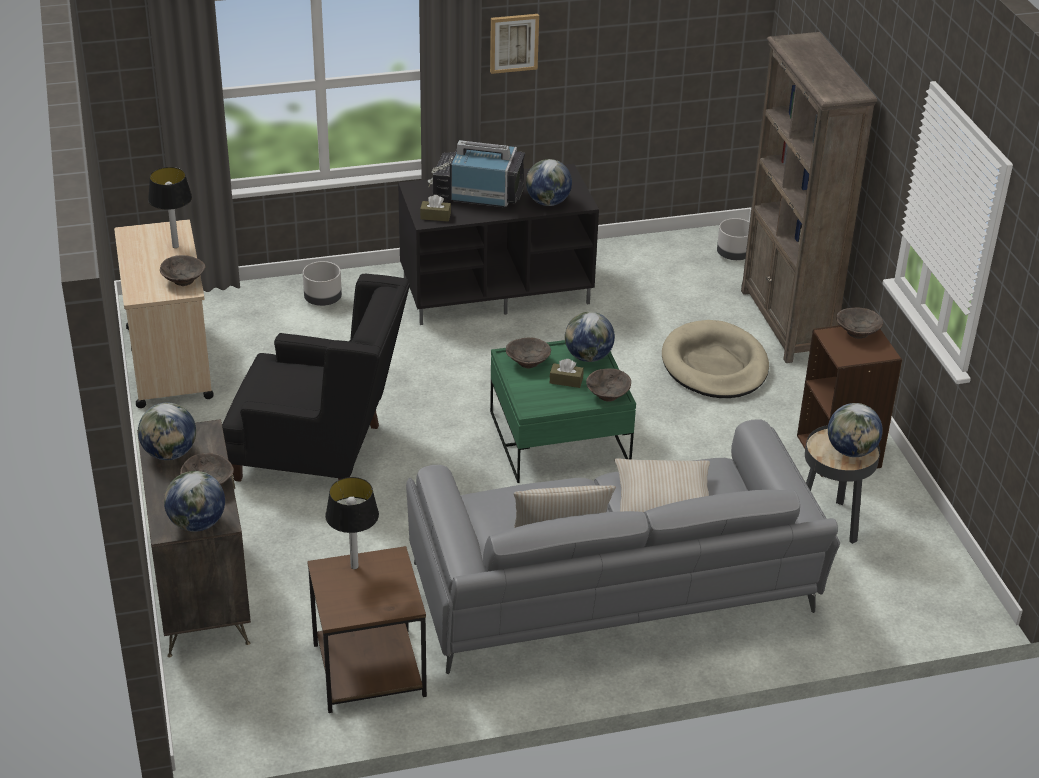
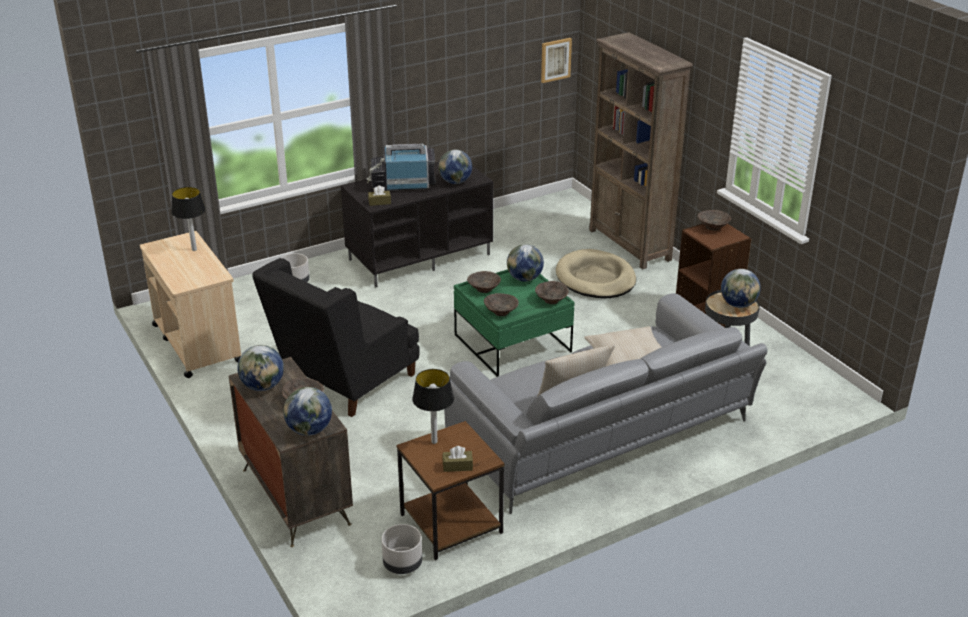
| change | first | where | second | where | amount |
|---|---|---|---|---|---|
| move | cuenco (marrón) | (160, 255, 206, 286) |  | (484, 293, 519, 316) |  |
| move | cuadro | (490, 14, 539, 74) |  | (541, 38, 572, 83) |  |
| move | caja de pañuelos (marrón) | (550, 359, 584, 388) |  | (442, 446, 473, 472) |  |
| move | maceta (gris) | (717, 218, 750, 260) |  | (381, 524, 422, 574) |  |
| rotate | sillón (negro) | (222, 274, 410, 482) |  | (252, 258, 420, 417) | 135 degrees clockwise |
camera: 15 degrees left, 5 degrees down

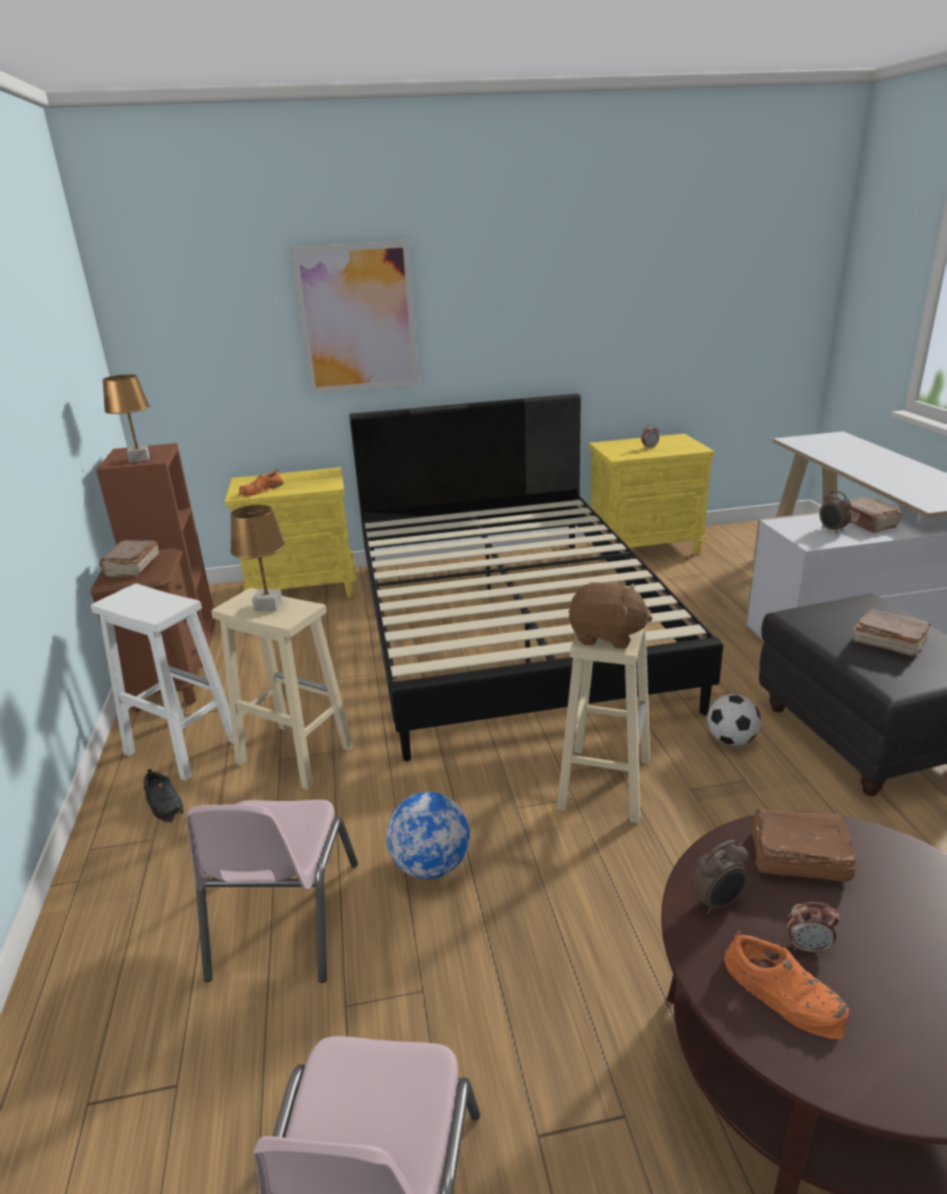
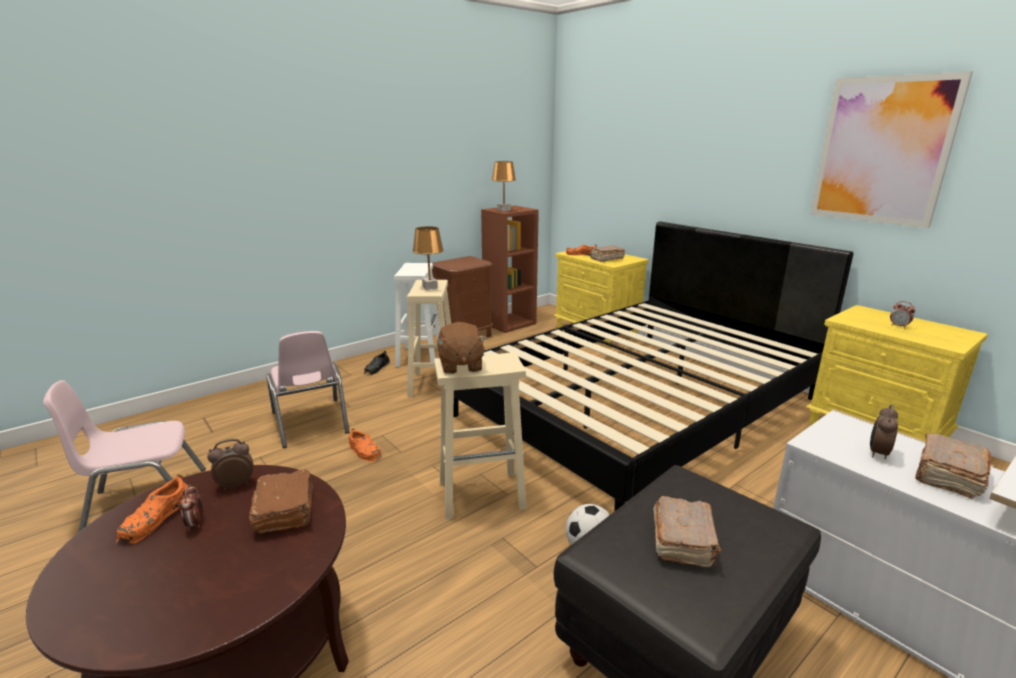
| change | first | where | second | where | amount |
|---|---|---|---|---|---|
| move | libro (marrón) | (99, 540, 159, 578) |  | (590, 245, 625, 262) |  |
| move | cuadro | (291, 240, 419, 394) |  | (810, 71, 973, 228) |  |
| replace | globo terráqueo | (386, 792, 470, 879) | zapato (naranja) | (348, 428, 381, 462) |  |
| rotate | silla (rosa) | (186, 800, 358, 983) |  | (266, 331, 349, 448) | 90 degrees counterclockwise |
| rotate | despertador | (691, 840, 748, 914) |  | (207, 439, 254, 490) | 120 degrees clockwise |
camera: 60 degrees right, 5 degrees down

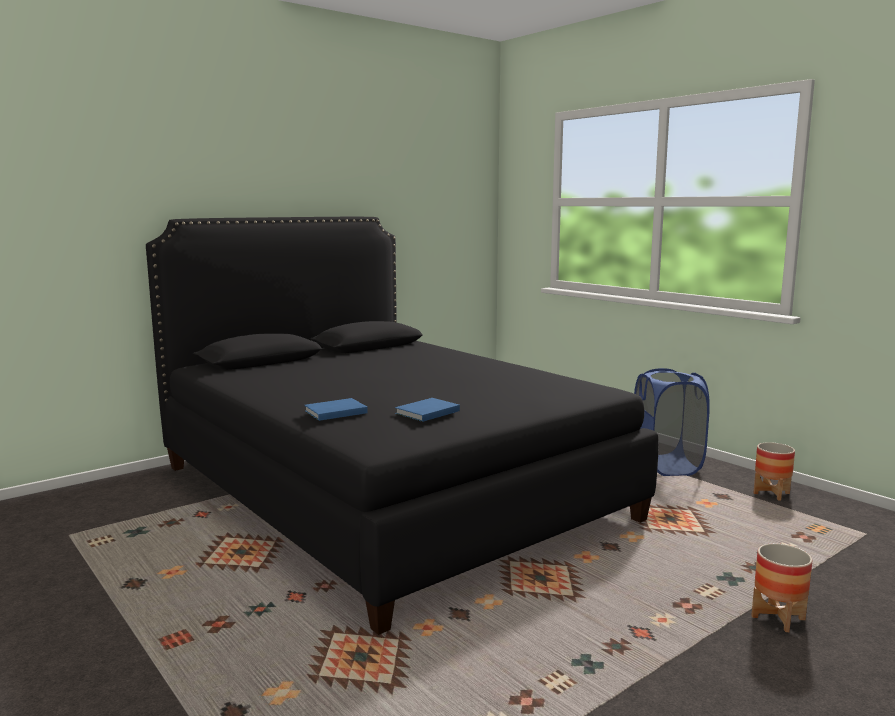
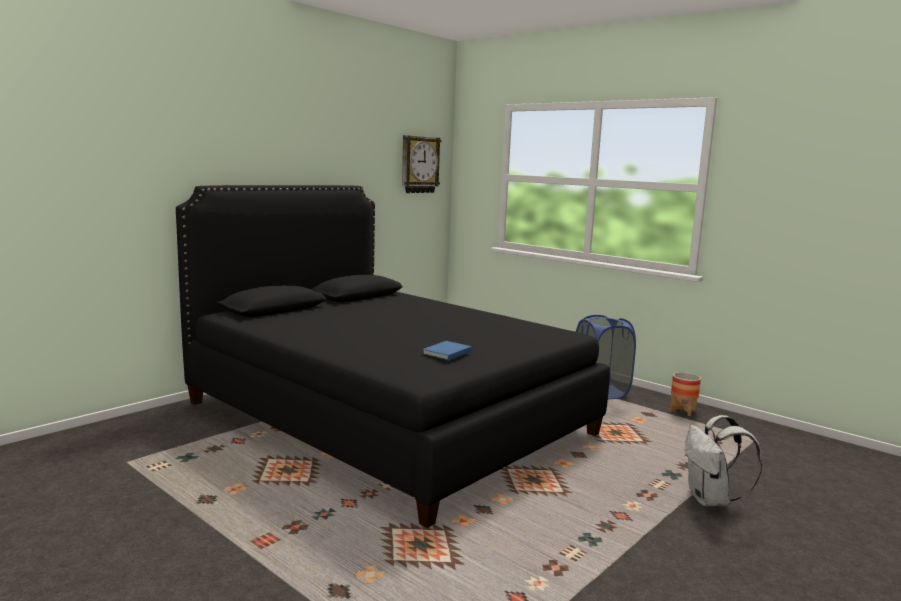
| change | first | where | second | where | amount |
|---|---|---|---|---|---|
| delete | libro (azul) | (304, 398, 368, 421) |  |  |  |
| insert |  |  | reloj de pared | (402, 135, 442, 193) |  |
| replace | maceta | (751, 544, 812, 632) | mochila (blanco) | (685, 415, 762, 506) |  |
camera: 10 degrees left, 0 degrees up

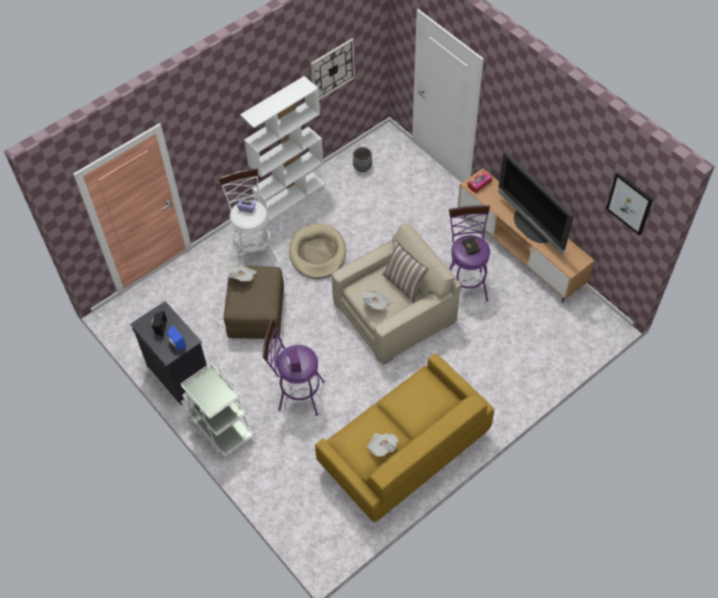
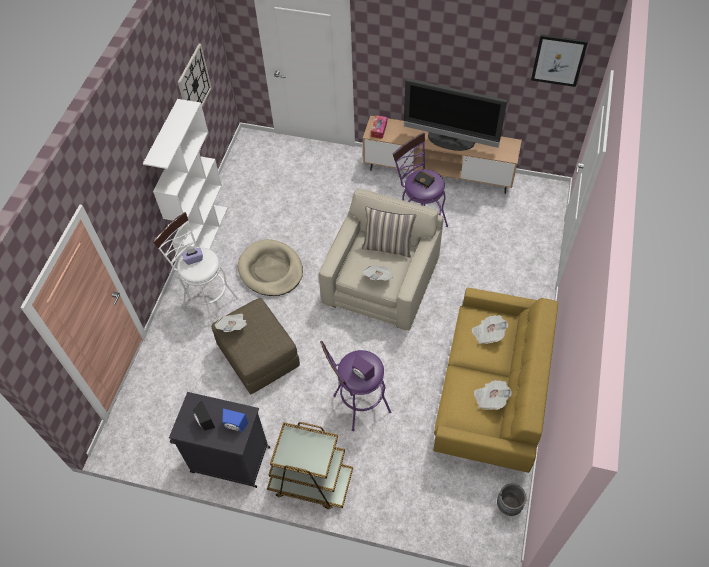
| change | first | where | second | where | amount |
|---|---|---|---|---|---|
| insert |  |  | periódico | (471, 315, 508, 344) |  |
| move | maceta (gris) | (353, 147, 372, 172) |  | (497, 483, 527, 516) |  |
| recolor | carrito (blanco) | (181, 362, 254, 457) | carrito (marrón) | (267, 422, 353, 509) |  |
camera: 35 degrees left, 0 degrees up

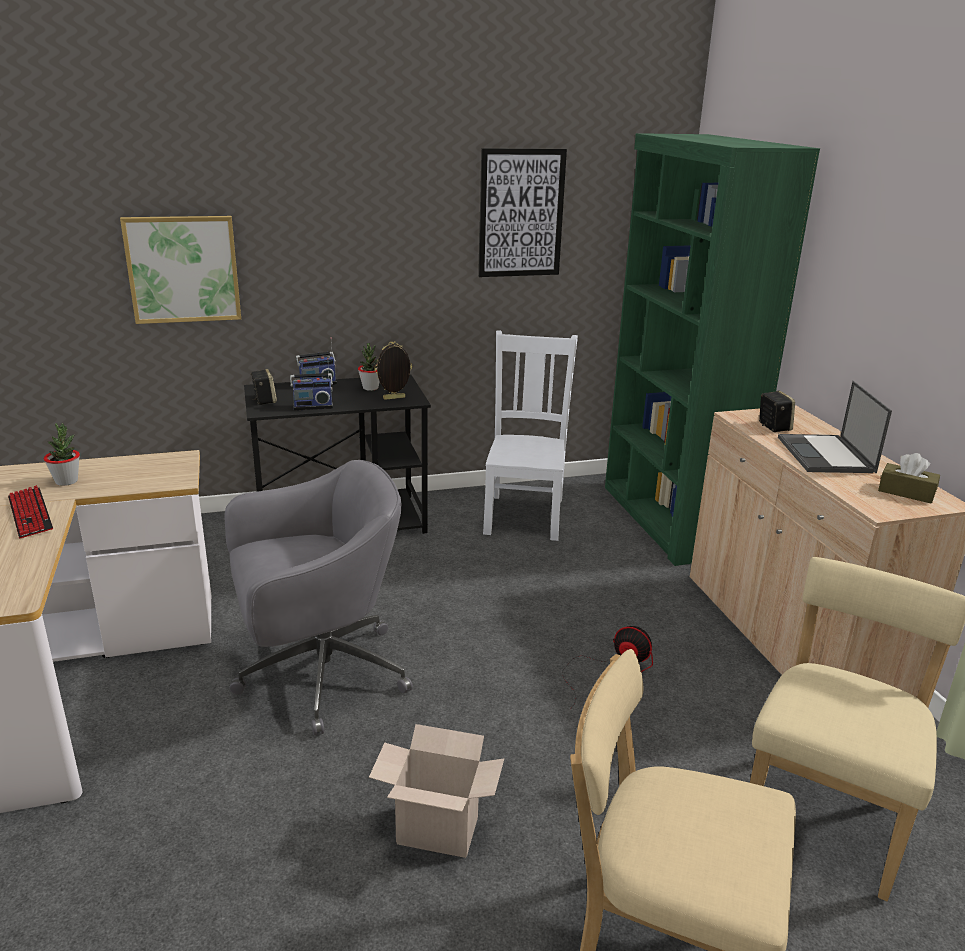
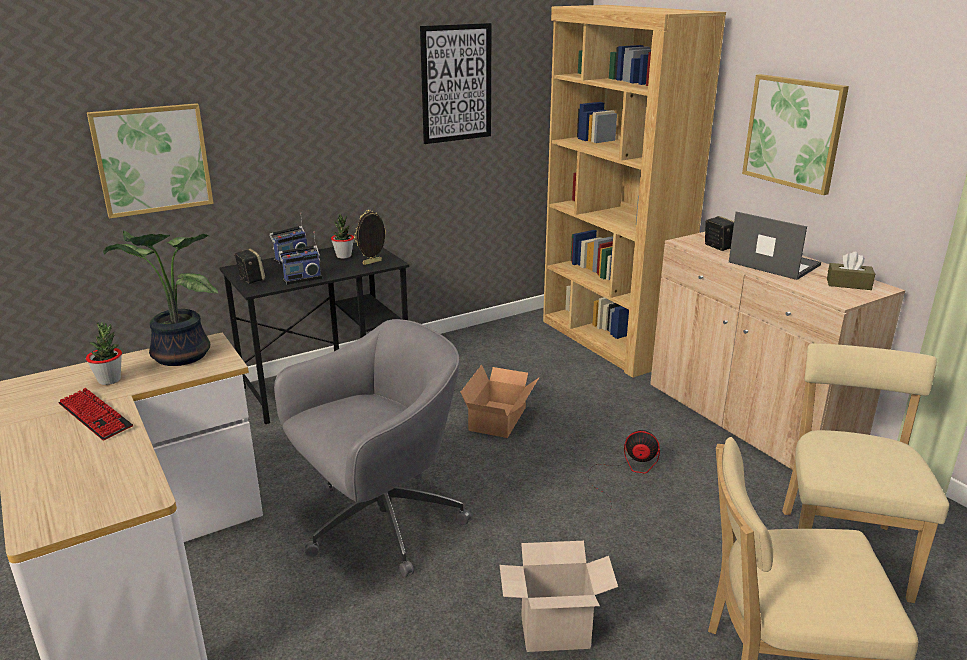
| change | first | where | second | where | amount |
|---|---|---|---|---|---|
| delete | silla (blanco) | (483, 331, 578, 541) |  |  |  |
| insert |  |  | planta en maceta | (103, 231, 218, 366) |  |
| insert |  |  | caja de cartón | (461, 365, 540, 438) |  |
| insert |  |  | cuadro | (742, 74, 849, 195) |  |
| recolor | estantería (verde) | (605, 133, 820, 566) | estantería (marrón) | (543, 5, 726, 378) |  |
| rotate | portátil | (778, 381, 892, 473) |  | (729, 211, 821, 280) | 150 degrees clockwise |
camera: 15 degrees left, 0 degrees up

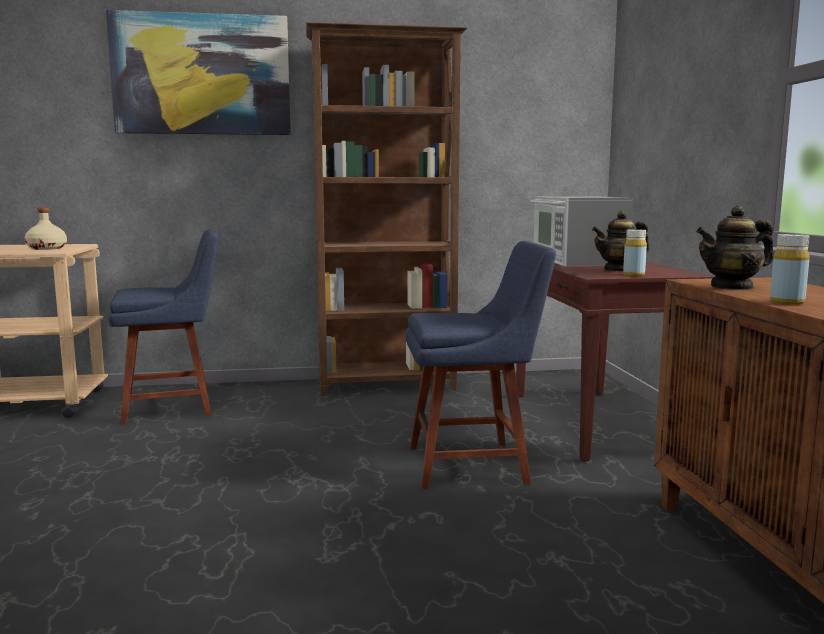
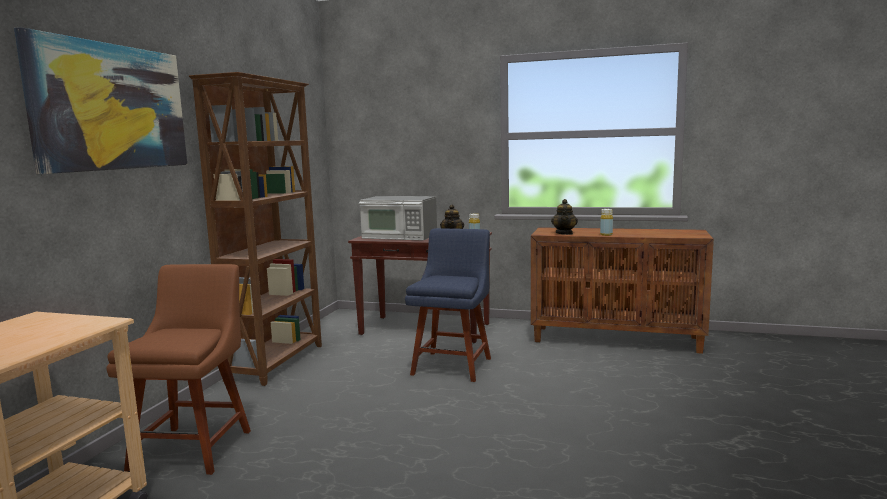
| change | first | where | second | where | amount |
|---|---|---|---|---|---|
| delete | botella (beis) | (25, 207, 67, 250) |  |  |  |
| recolor | silla (azul) | (109, 229, 219, 424) | silla (marrón) | (106, 264, 251, 475) |  |
camera: 65 degrees left, 0 degrees up

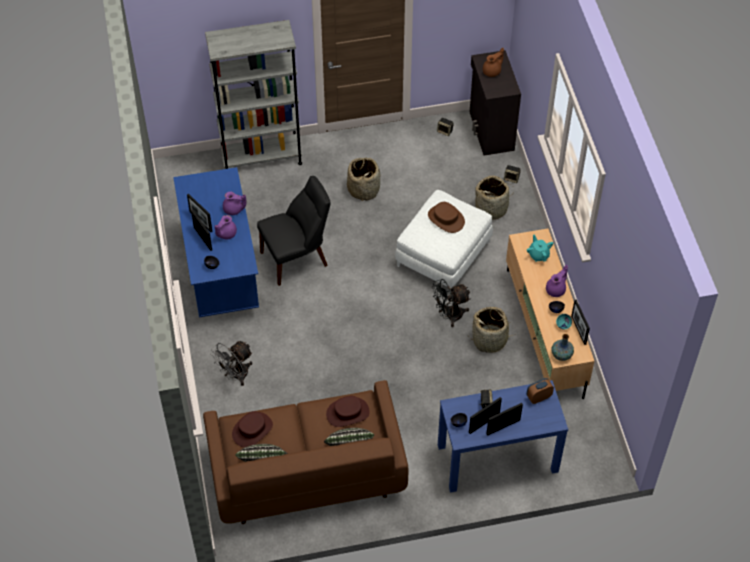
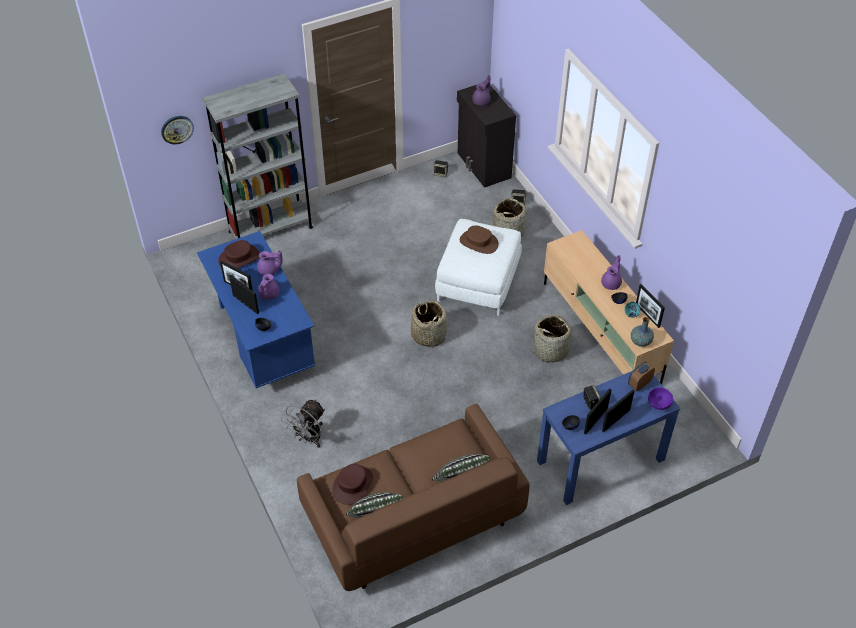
| change | first | where | second | where | amount |
|---|---|---|---|---|---|
| delete | silla (negro) | (257, 176, 331, 286) |  |  |  |
| delete | ventilador (negro) | (432, 279, 471, 327) |  |  |  |
| delete | tetera (turquesa) | (527, 234, 553, 262) |  |  |  |
| insert |  |  | reloj de pared | (161, 116, 194, 145) |  |
| insert |  |  | cuenco (morado) | (648, 387, 673, 410) |  |
| move | sombrero (marrón) | (326, 396, 370, 427) |  | (218, 240, 260, 269) |  |
| move | cesta | (347, 158, 380, 201) |  | (411, 300, 448, 348) |  |
| recolor | tetera (marrón) | (483, 48, 504, 77) | tetera (morado) | (472, 75, 491, 106) |  |
camera: 15 degrees left, 5 degrees down

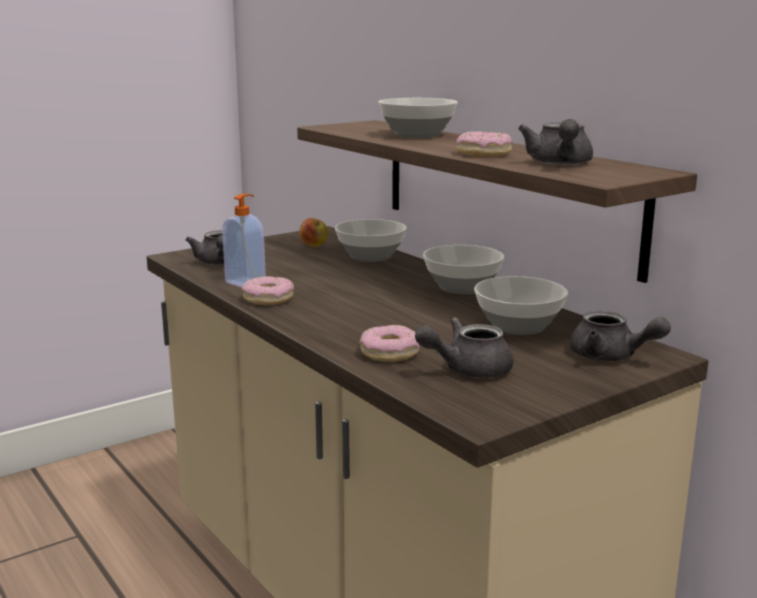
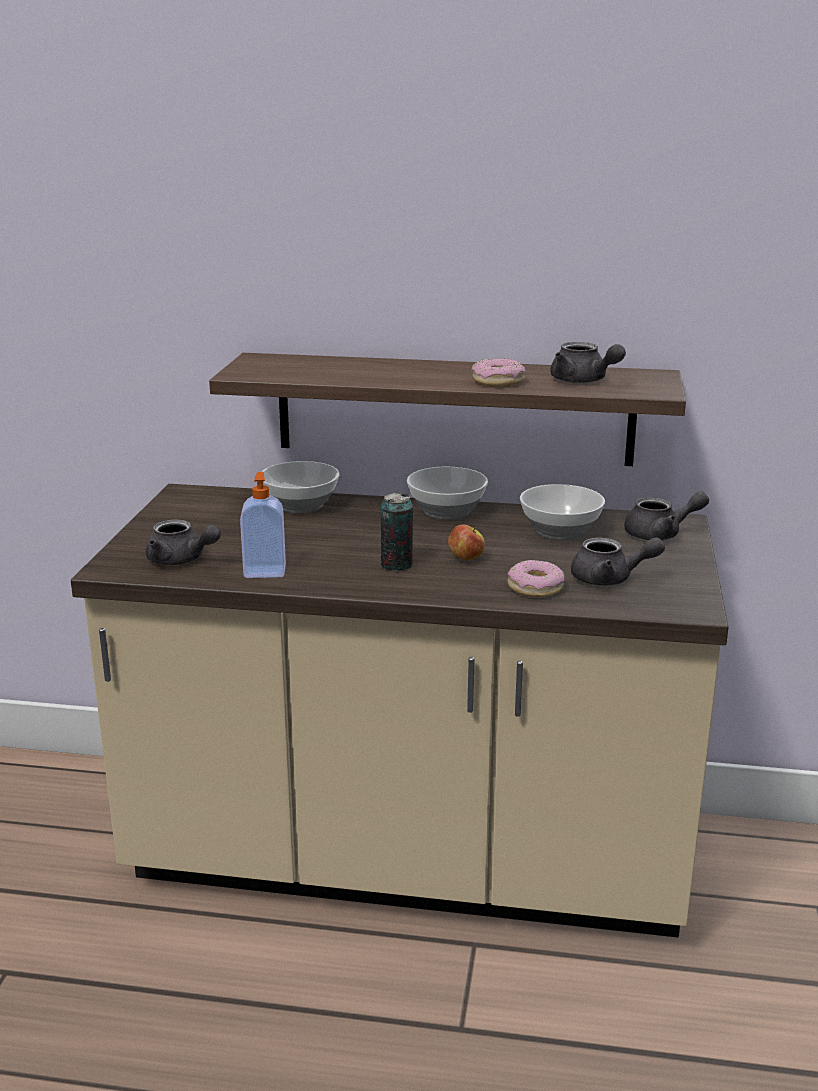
| change | first | where | second | where | amount |
|---|---|---|---|---|---|
| delete | rosquilla | (242, 276, 294, 305) |  |  |  |
| delete | cuenco | (378, 98, 458, 138) |  |  |  |
| insert |  |  | lata | (380, 493, 413, 571) |  |
| move | manzana | (299, 218, 328, 247) |  | (448, 524, 485, 561) |  |
| rotate | tetera (gris) | (415, 317, 513, 378) |  | (571, 537, 665, 586) | 105 degrees counterclockwise |
camera: 45 degrees left, 5 degrees up

